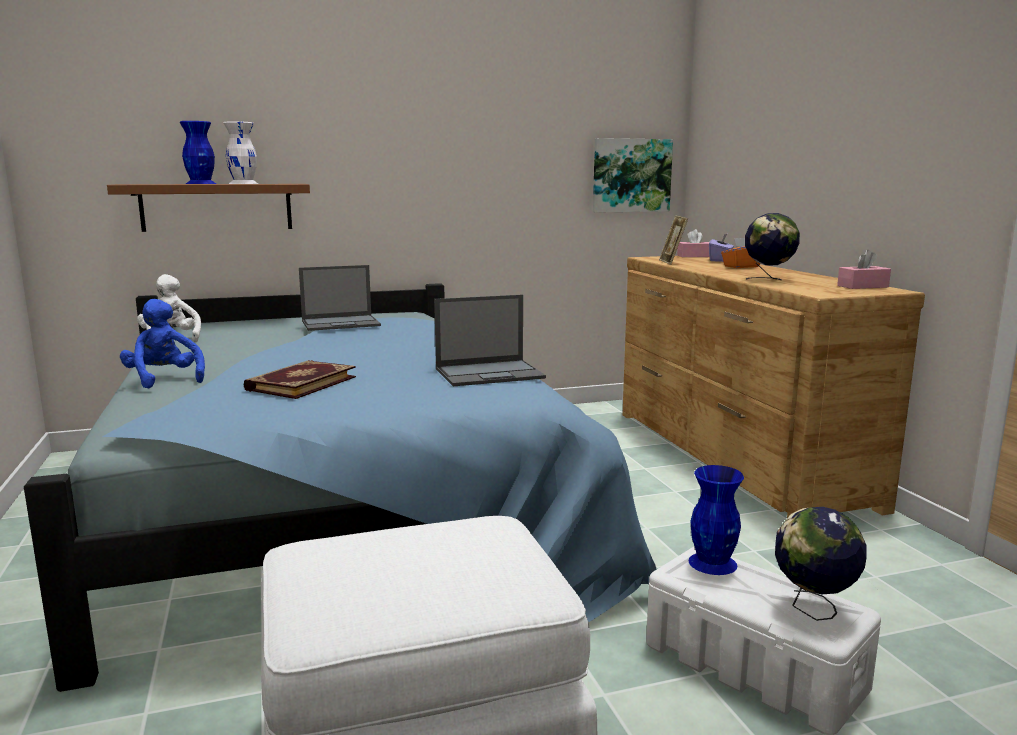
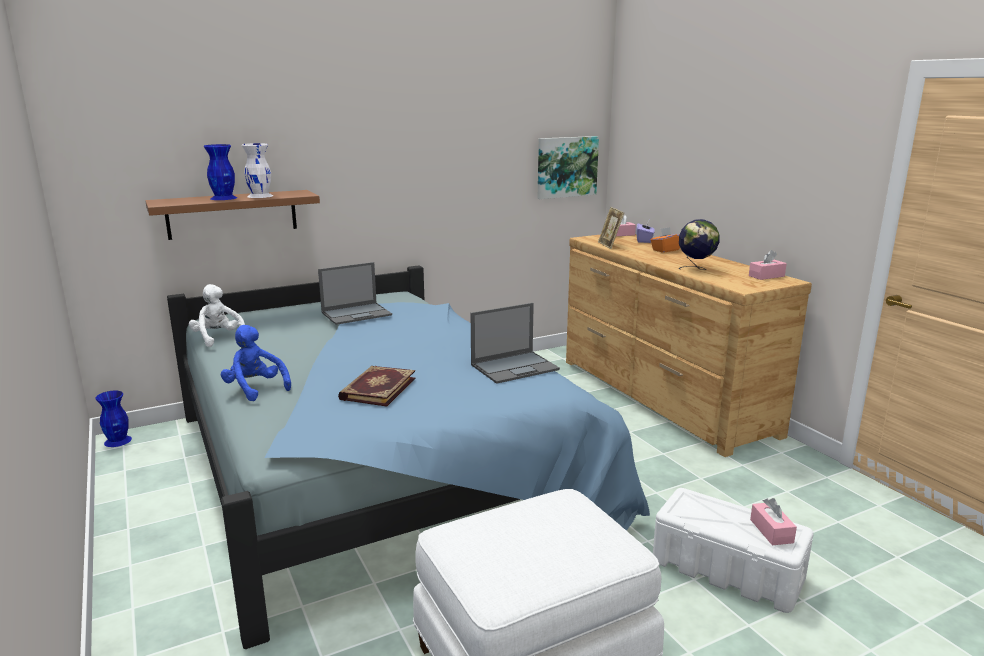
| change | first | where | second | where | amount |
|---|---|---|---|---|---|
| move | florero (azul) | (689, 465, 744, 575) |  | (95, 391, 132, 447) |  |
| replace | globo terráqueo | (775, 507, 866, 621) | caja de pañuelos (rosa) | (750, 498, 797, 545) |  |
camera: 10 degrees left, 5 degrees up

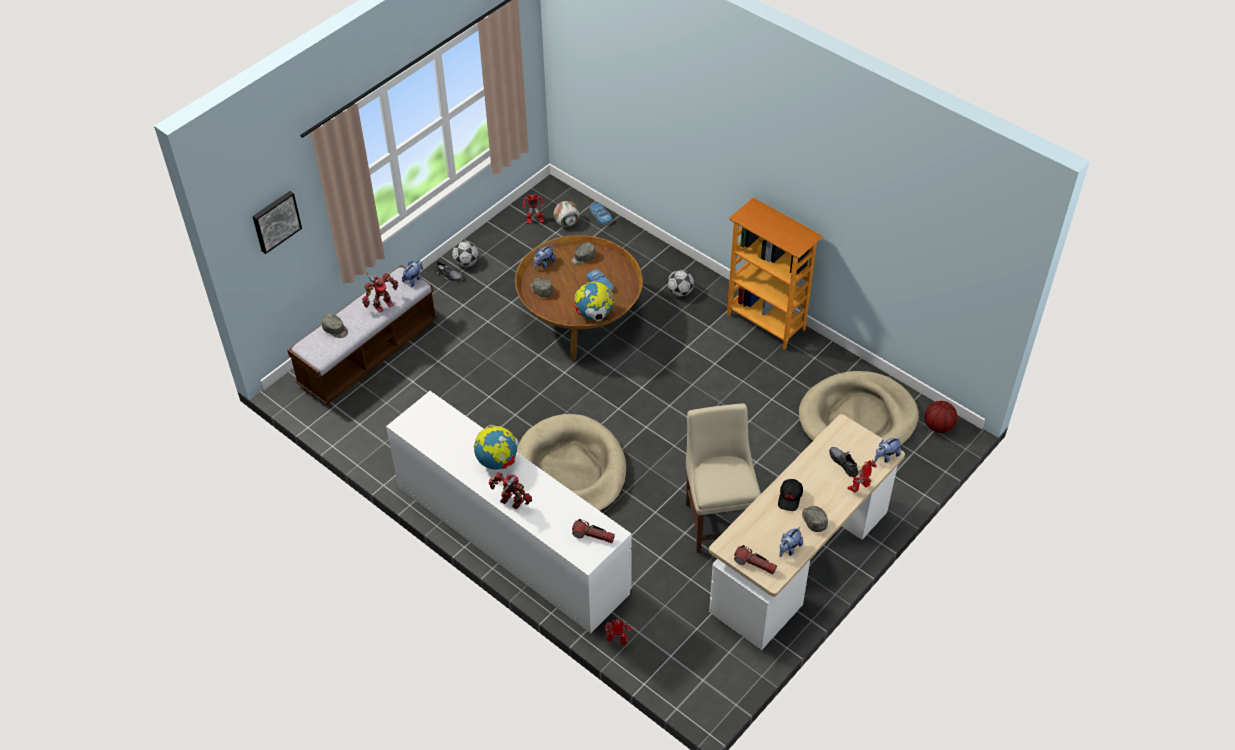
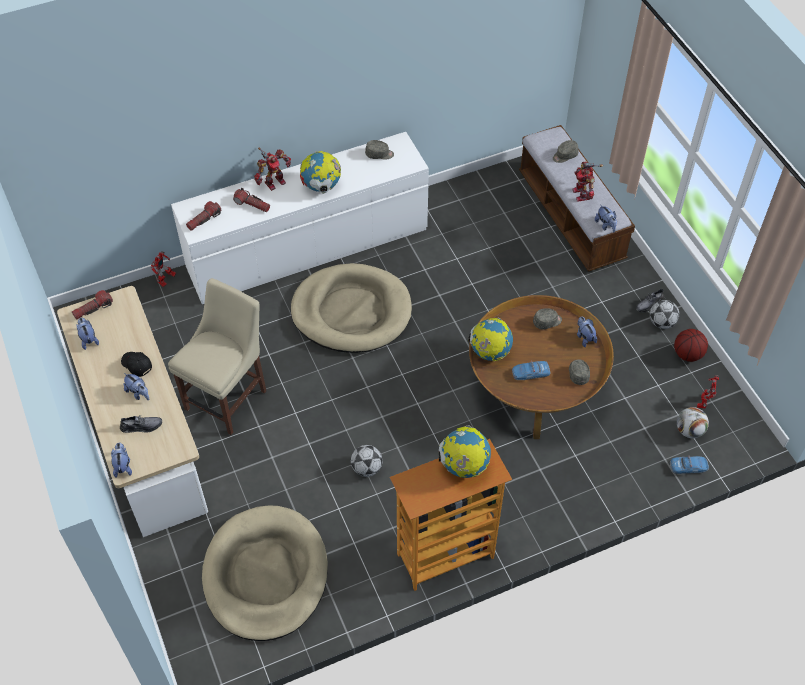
| change | first | where | second | where | amount |
|---|---|---|---|---|---|
| delete | cuadro | (252, 191, 302, 254) |  |  |  |
| delete | robot de juguete | (848, 460, 877, 493) |  |  |  |
| insert |  |  | peluche | (123, 373, 149, 400) |  |
| insert |  |  | linterna | (233, 188, 270, 212) |  |
| insert |  |  | globo terráqueo | (439, 425, 491, 478) |  |
| move | balón de fútbol | (667, 270, 694, 296) |  | (351, 445, 382, 477) |  |
| move | gorra (gris) | (802, 506, 828, 532) |  | (365, 140, 394, 160) |  |
| move | balón de baloncesto | (925, 401, 957, 433) |  | (674, 329, 708, 362) |  |
| rotate | silla (beis) | (685, 403, 761, 553) |  | (168, 278, 266, 435) | 75 degrees counterclockwise |
camera: 115 degrees right, 5 degrees up

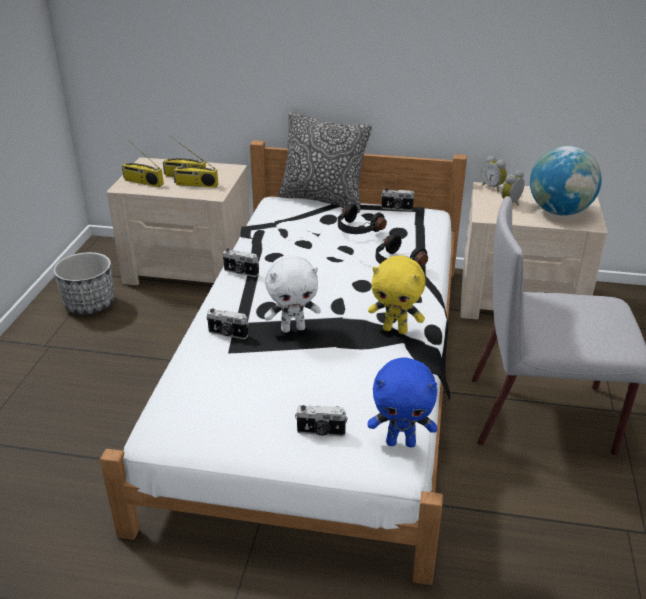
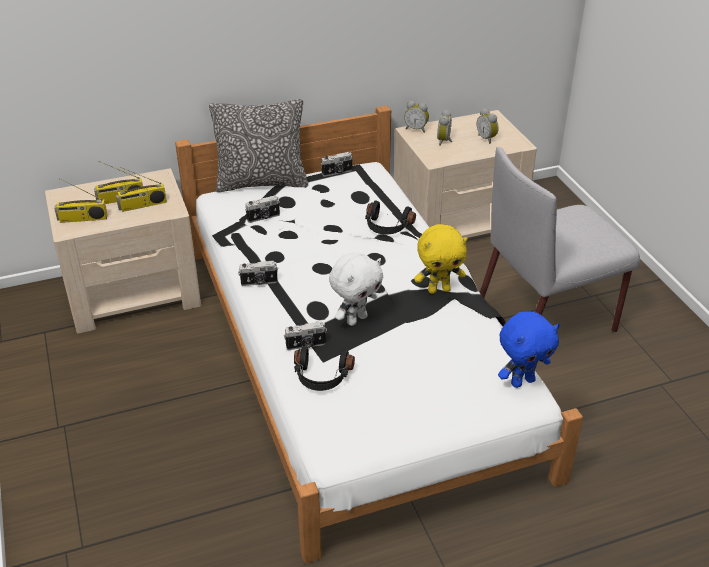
| change | first | where | second | where | amount |
|---|---|---|---|---|---|
| delete | maceta | (53, 252, 114, 314) |  |  |  |
| move | cámara | (295, 405, 348, 437) |  | (245, 196, 280, 223) |  |
| move | auriculares (negro) | (338, 204, 387, 234) |  | (294, 346, 355, 391) |  |
| replace | globo terráqueo | (530, 146, 602, 216) | despertador | (477, 108, 499, 144) |  |
camera: 30 degrees left, 5 degrees up

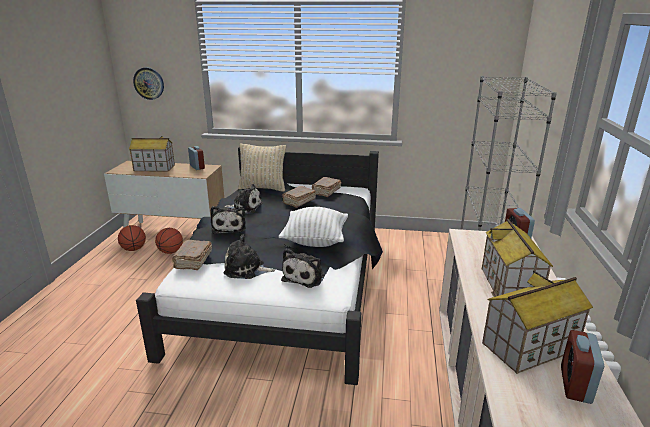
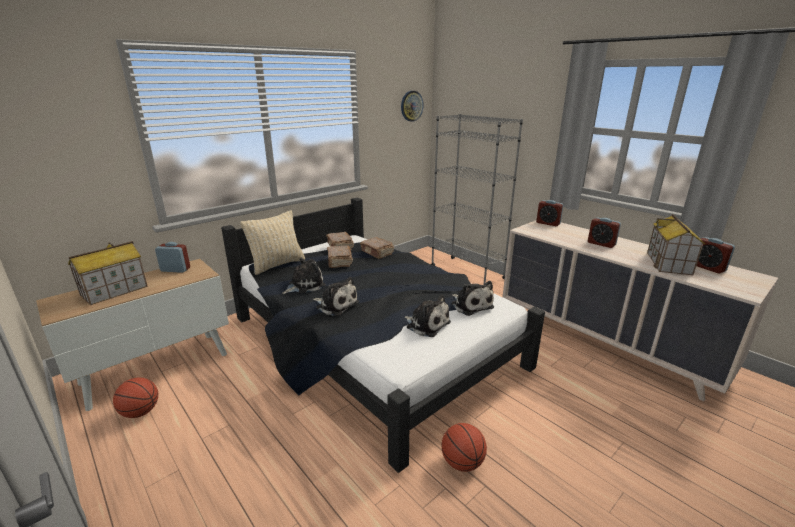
| change | first | where | second | where | amount |
|---|---|---|---|---|---|
| delete | cojín (blanco) | (278, 207, 348, 247) |  |  |  |
| move | reloj de pared | (133, 67, 164, 100) |  | (401, 91, 424, 122) |  |
| move | balón de baloncesto | (155, 228, 183, 254) |  | (442, 423, 487, 472) |  |
| move | libro (marrón) | (172, 240, 212, 270) |  | (360, 237, 394, 259) |  |
| replace | casita | (482, 219, 553, 297) | despertador | (588, 217, 621, 248) |  |
| rotate | peluche | (224, 234, 275, 279) |  | (405, 294, 451, 337) | 105 degrees counterclockwise |
camera: 50 degrees left, 0 degrees up

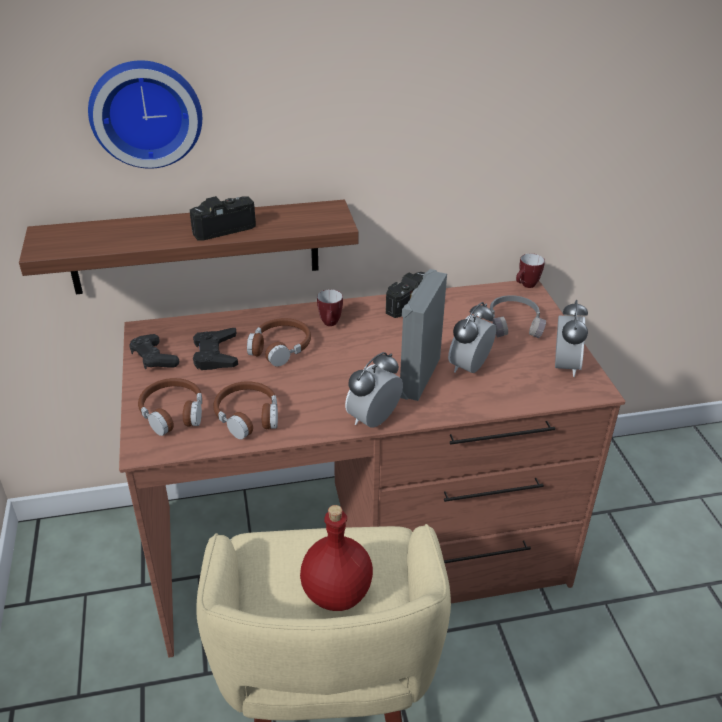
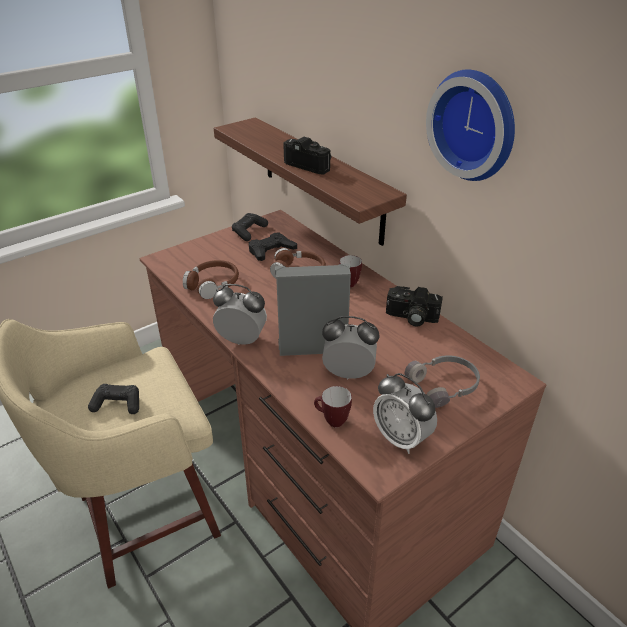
| change | first | where | second | where | amount |
|---|---|---|---|---|---|
| delete | auriculares (marrón) | (138, 378, 202, 436) |  |  |  |
| move | reloj de pared | (88, 60, 202, 169) |  | (426, 70, 515, 181) |  |
| move | taza grande | (516, 254, 545, 288) |  | (314, 386, 352, 428) |  |
| replace | botella (rojo) | (300, 505, 373, 611) | mando de consola (negro) | (88, 384, 139, 414) |  |
| rotate | despertador | (555, 300, 588, 377) |  | (373, 373, 437, 454) | 60 degrees clockwise |
camera: 65 degrees right, 0 degrees up

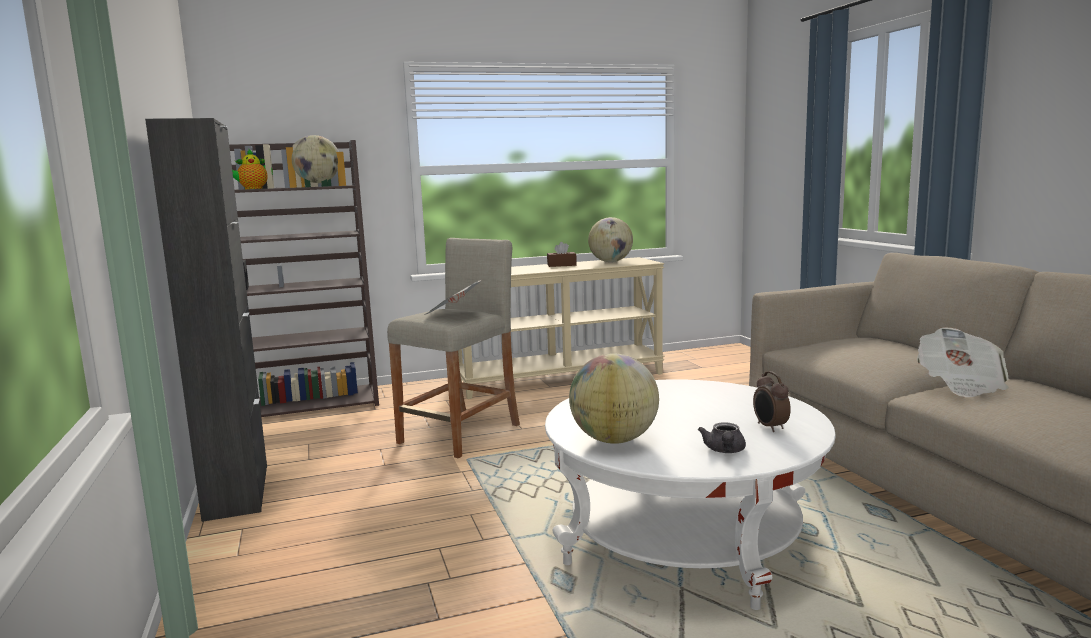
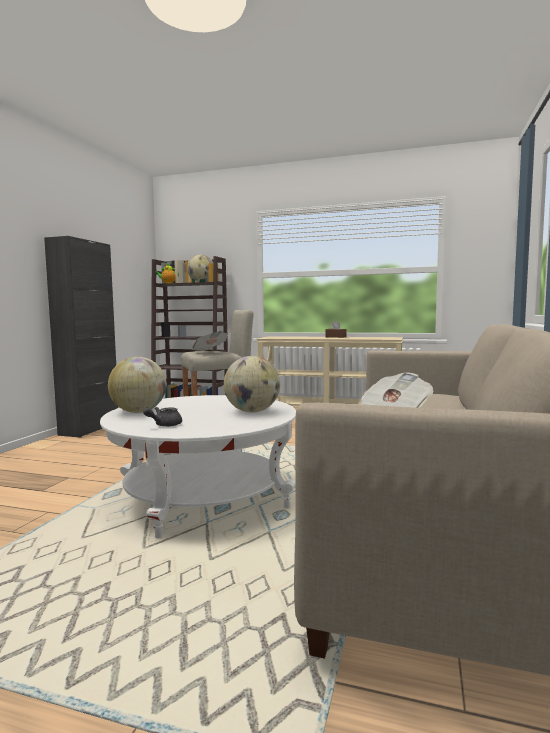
| change | first | where | second | where | amount |
|---|---|---|---|---|---|
| delete | despertador | (753, 371, 791, 432) |  |  |  |
| move | globo terráqueo | (588, 217, 633, 262) |  | (224, 356, 280, 413) |  |
camera: 35 degrees right, 5 degrees down

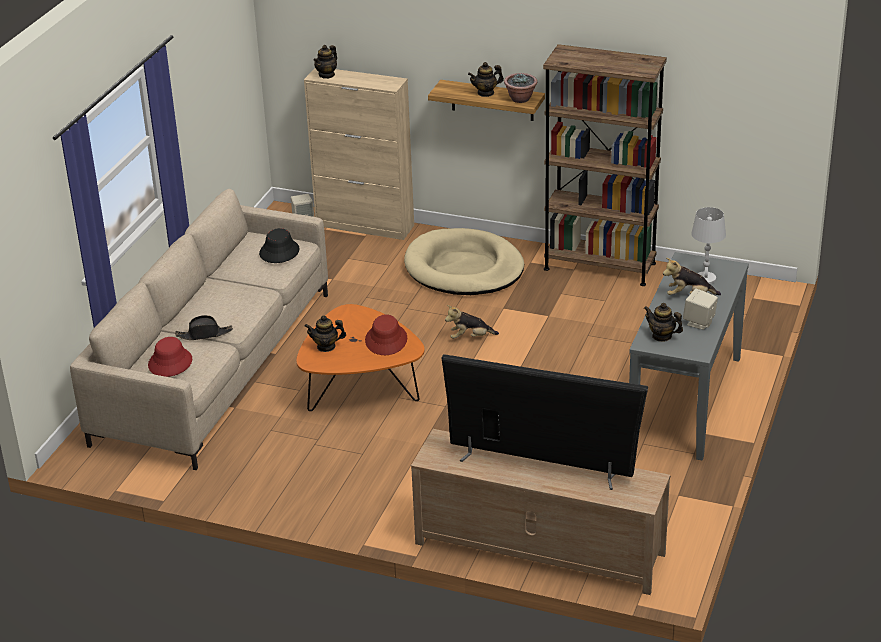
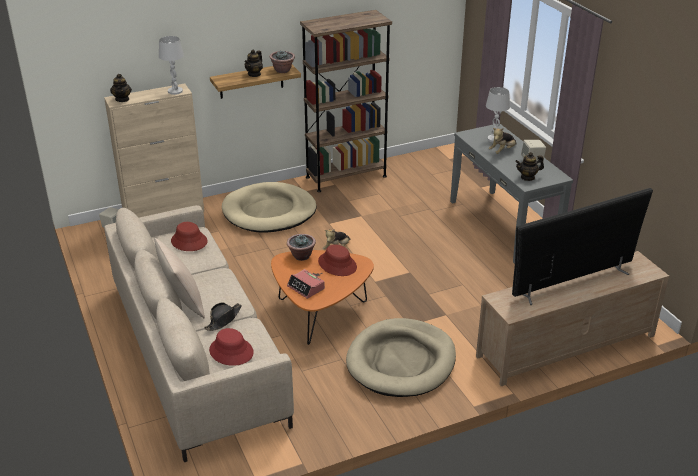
| change | first | where | second | where | amount |
|---|---|---|---|---|---|
| insert |  |  | cojín (beis) | (154, 238, 205, 318) |  |
| insert |  |  | lámpara de mesa (blanco) | (159, 36, 184, 95) |  |
| insert |  |  | planta en maceta | (287, 234, 316, 261) |  |
| insert |  |  | cama para perro (beis) | (346, 318, 456, 397) |  |
| replace | tetera | (304, 315, 346, 352) | despertador | (287, 269, 325, 299) |  |
| recolor | sombrero (negro) | (259, 228, 300, 263) | sombrero (rojo) | (171, 222, 208, 251) |  |
camera: 45 degrees left, 0 degrees up

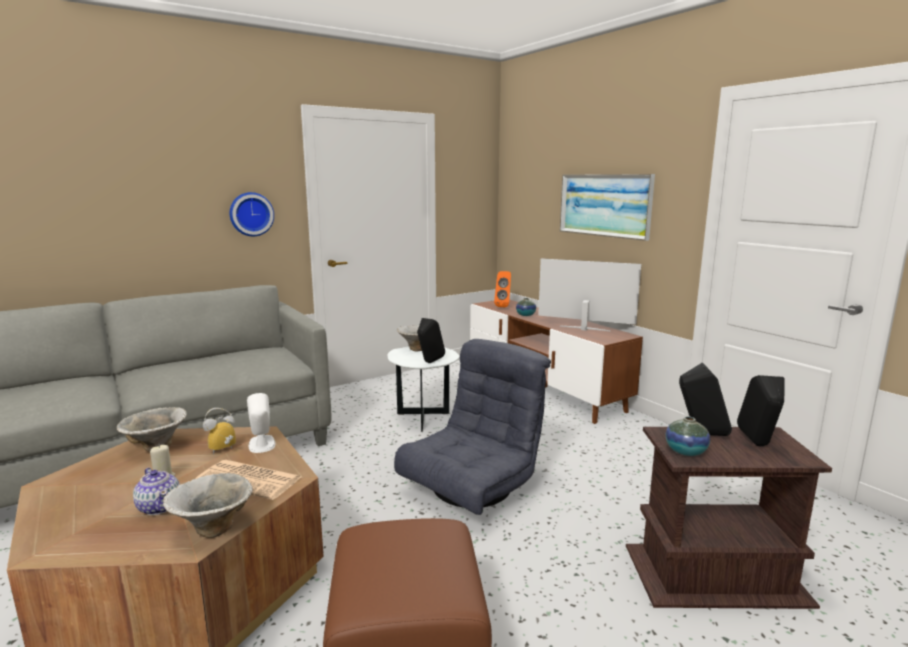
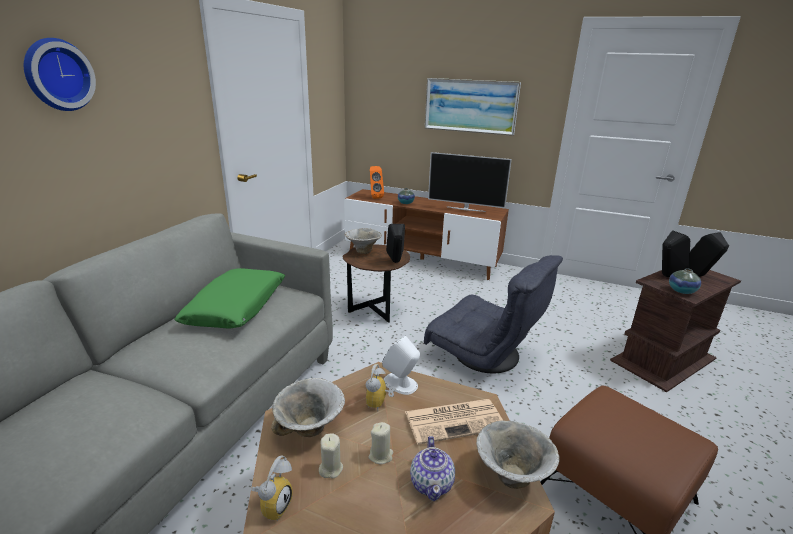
| change | first | where | second | where | amount |
|---|---|---|---|---|---|
| insert |  |  | cojín (verde) | (174, 268, 285, 328) |  |
| insert |  |  | despertador | (251, 455, 293, 521) |  |
| insert |  |  | vela (beis) | (319, 434, 343, 478) |  |
| move | reloj de pared | (230, 192, 274, 236) |  | (24, 38, 96, 111) |  |
| recolor | mesa auxiliar (blanco) | (387, 346, 459, 432) | mesa auxiliar (marrón) | (342, 244, 410, 323) |  |
| rotate | tetera | (133, 468, 180, 515) |  | (410, 436, 455, 501) | 75 degrees clockwise |
| rotate | sillón (gris) | (394, 339, 551, 515) |  | (424, 255, 563, 373) | 120 degrees clockwise |
| rotate | televisor | (538, 258, 641, 331) |  | (428, 152, 512, 212) | 150 degrees counterclockwise |
camera: 35 degrees left, 10 degrees up

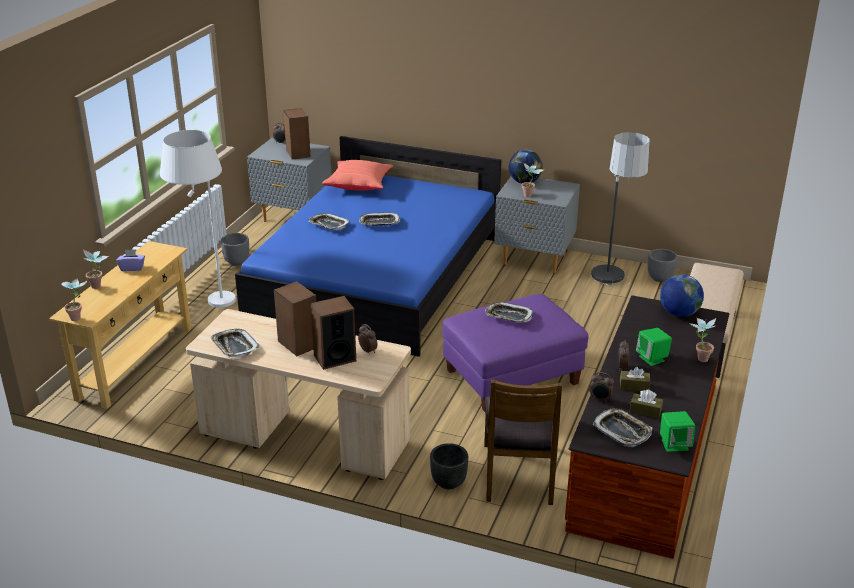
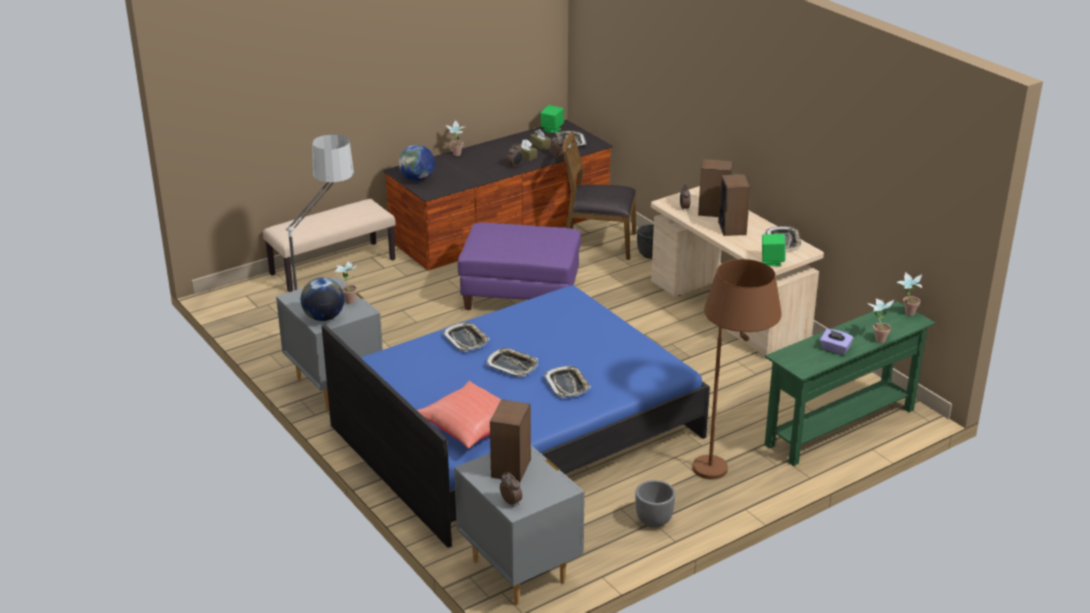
| change | first | where | second | where | amount |
|---|---|---|---|---|---|
| delete | maceta (gris) | (648, 249, 678, 282) |  |  |  |
| move | bandeja | (485, 302, 533, 322) |  | (442, 322, 490, 352) |  |
| move | altavoz (verde) | (636, 328, 672, 366) |  | (762, 234, 785, 267) |  |
| recolor | mesa consola (beis) | (49, 241, 191, 409) | mesa consola (verde) | (765, 301, 935, 466) |  |
| recolor | lámpara de pie (blanco) | (160, 130, 236, 308) | lámpara de pie (marrón) | (693, 259, 782, 479) |  |
| rotate | silla (marrón) | (484, 380, 562, 505) |  | (563, 131, 636, 260) | 120 degrees counterclockwise |
camera: 145 degrees left, 0 degrees up

